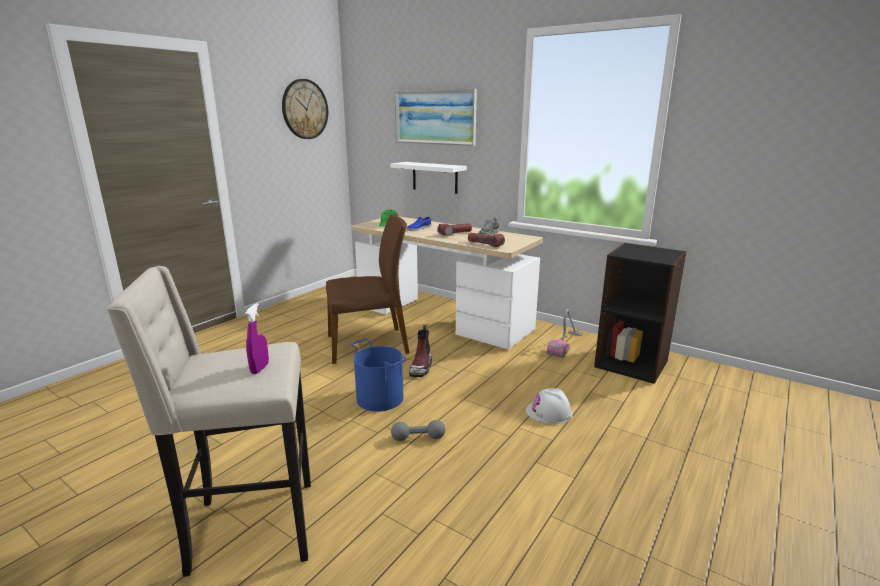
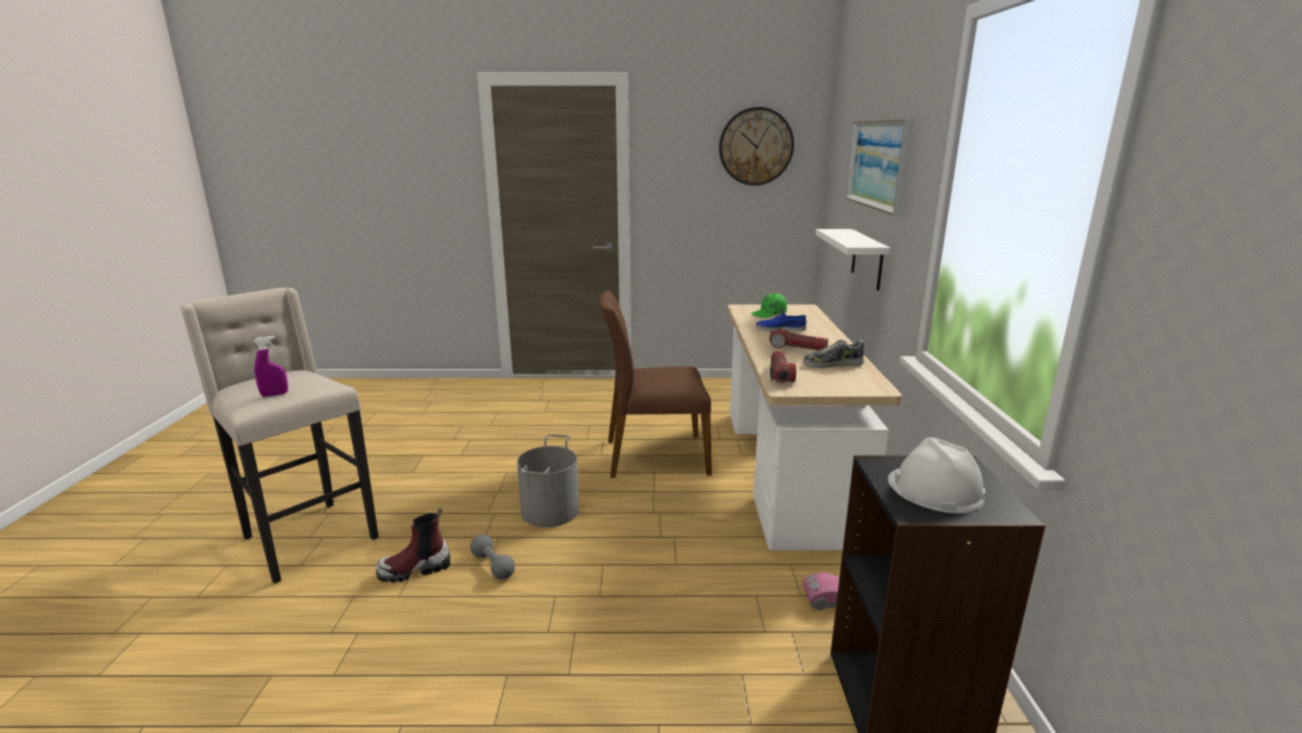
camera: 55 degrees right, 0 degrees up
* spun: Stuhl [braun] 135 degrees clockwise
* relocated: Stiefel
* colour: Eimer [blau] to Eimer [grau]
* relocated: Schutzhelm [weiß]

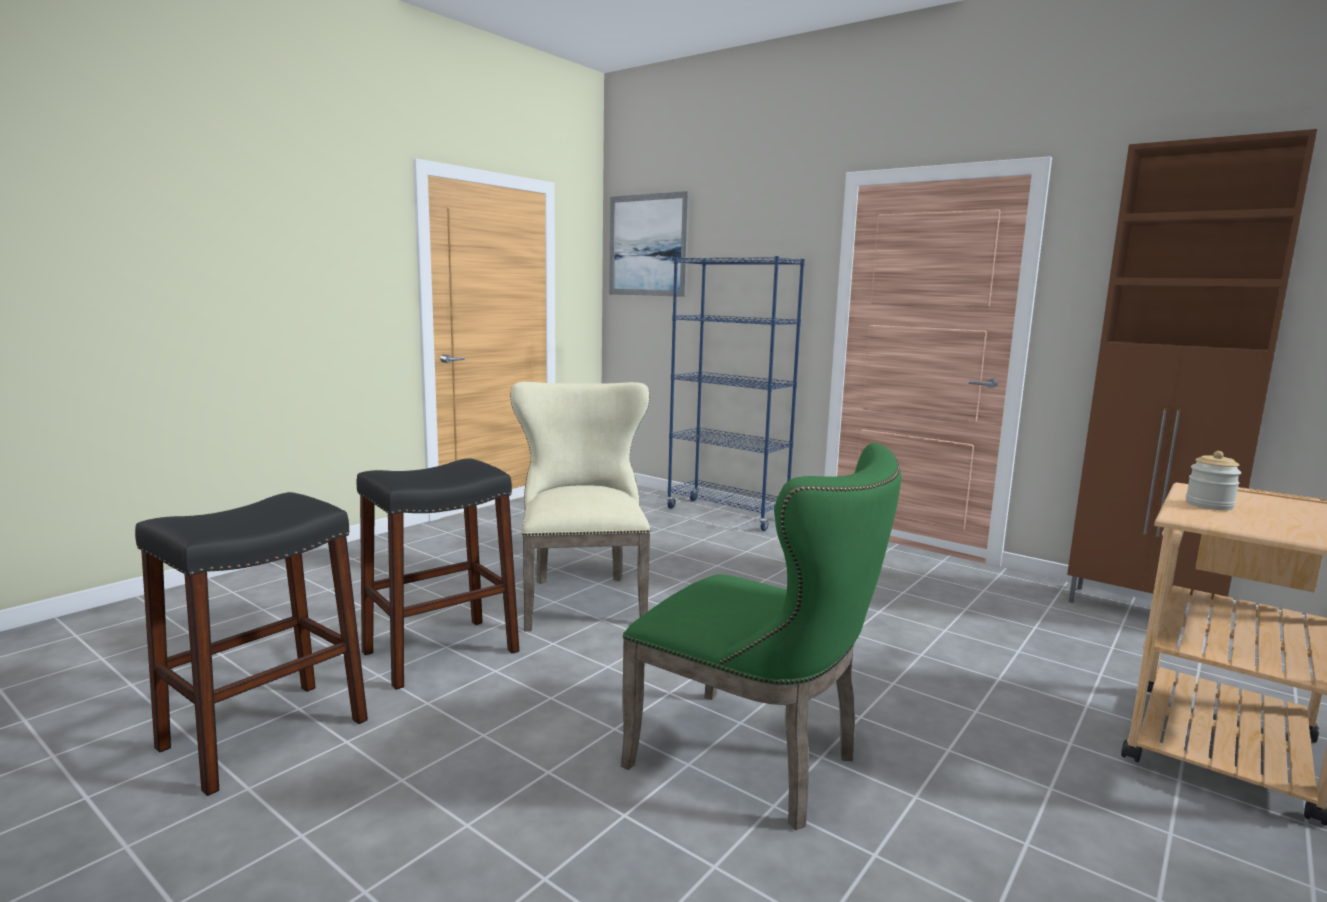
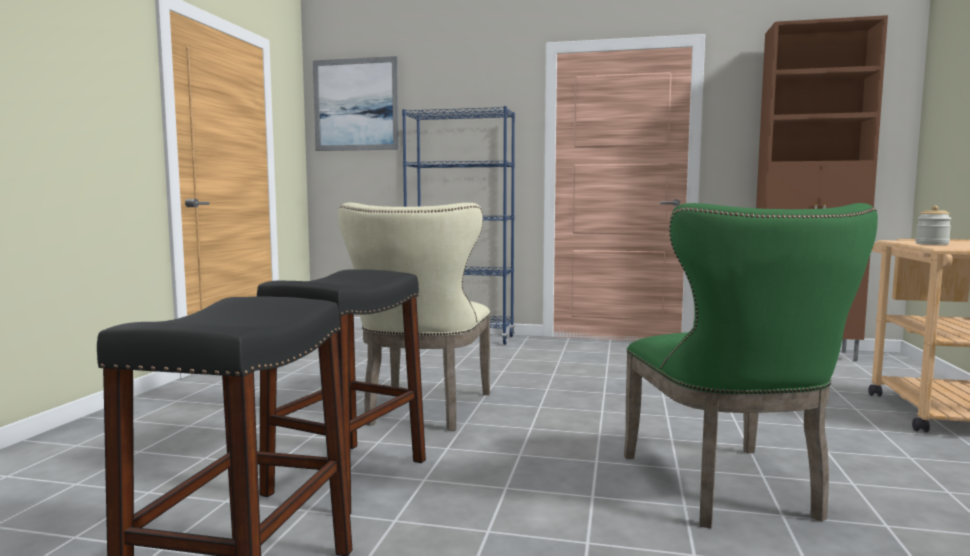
camera: 25 degrees left, 5 degrees down
* spun: Stuhl [beige] 135 degrees counterclockwise
* spun: Stuhl [grün] 75 degrees clockwise

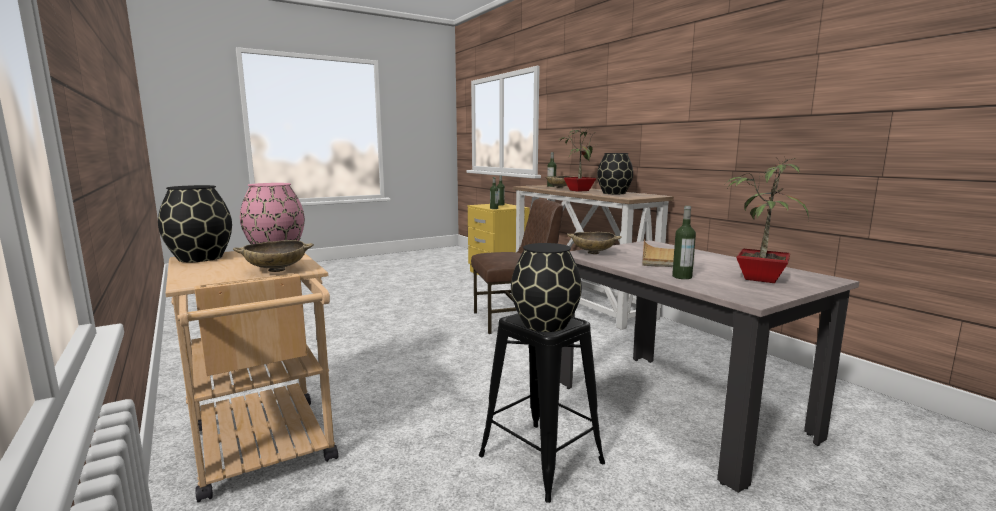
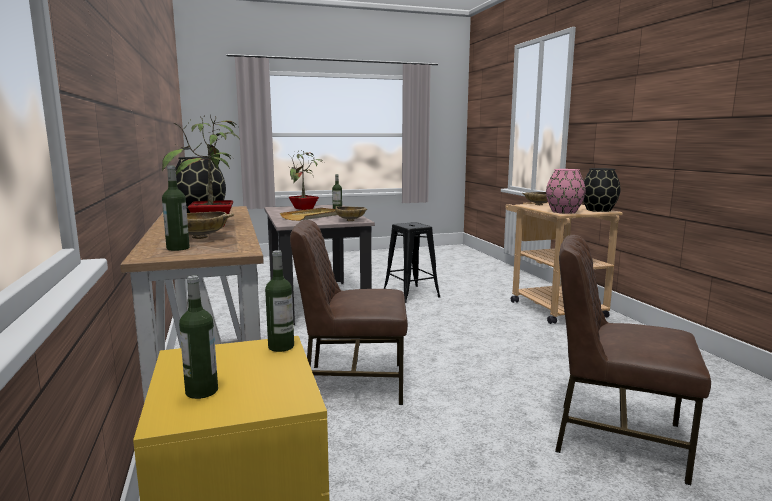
camera: 165 degrees left, 0 degrees up
* missing: Vase [schwarz] (no. 2 from left)
* appeared: Stuhl [braun] (no. 2 from left)

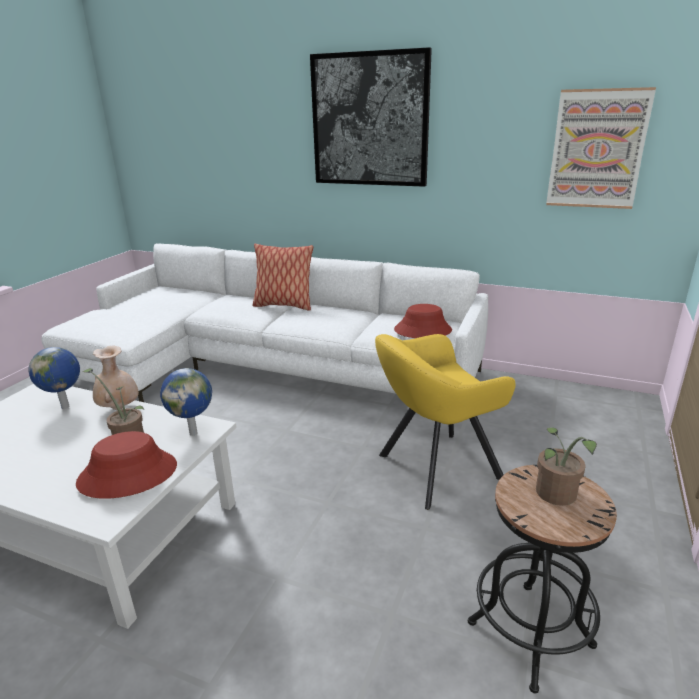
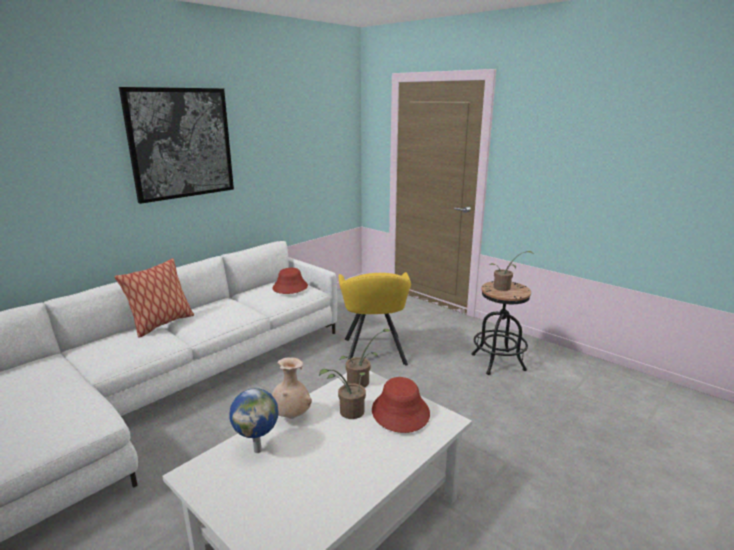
camera: 70 degrees left, 5 degrees down
* missing: Bild (no. 2 from left)
* exchanged: Globus (no. 2 from left) to Topfpflanze (no. 2 from left)

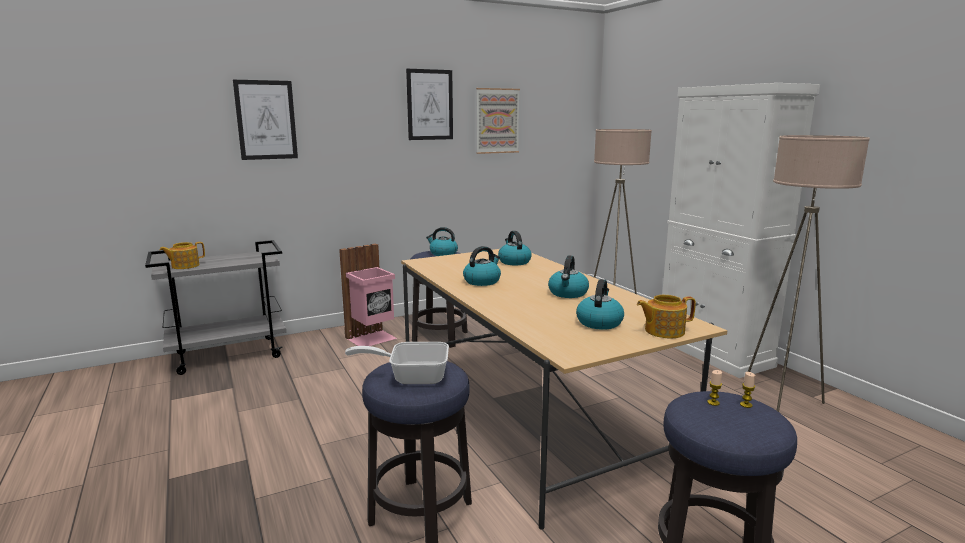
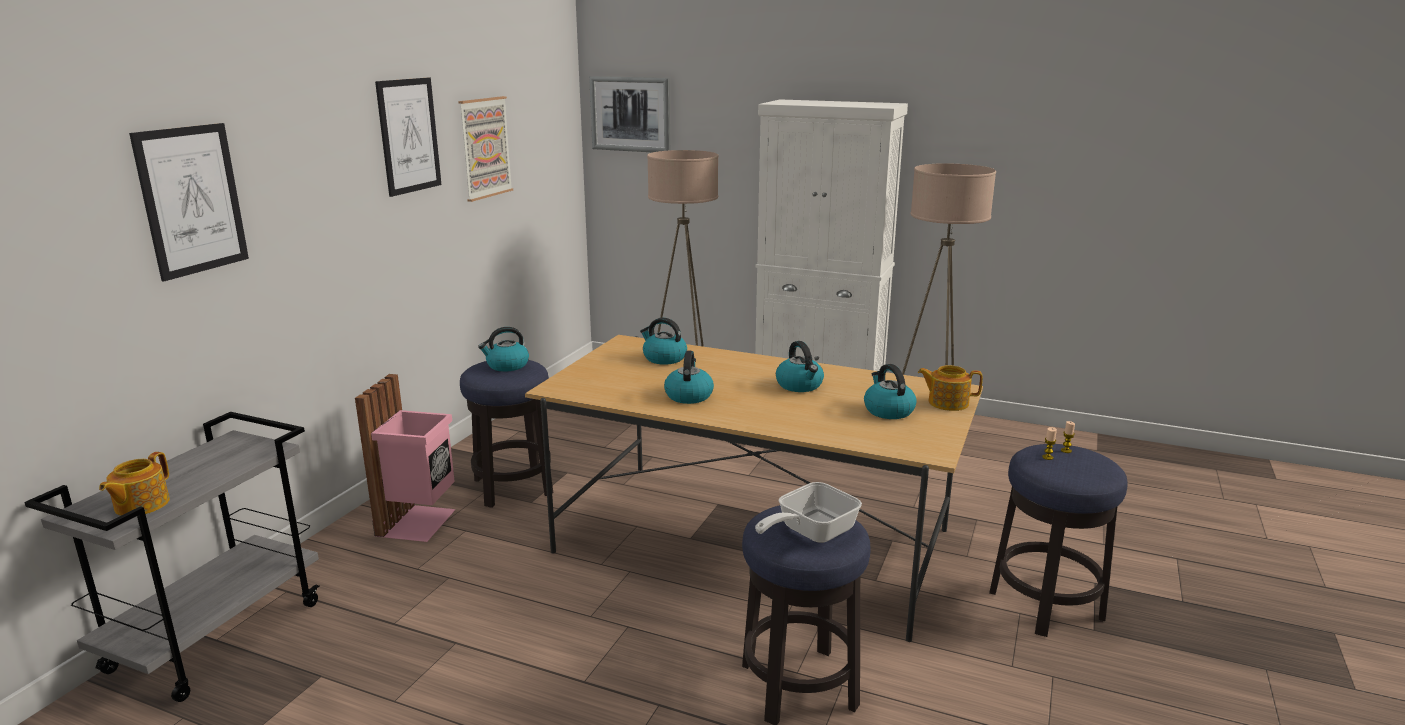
camera: 40 degrees left, 5 degrees up
* spun: Teekanne (no. 2 from left) 60 degrees clockwise
* appeared: Bild (no. 4 from left)

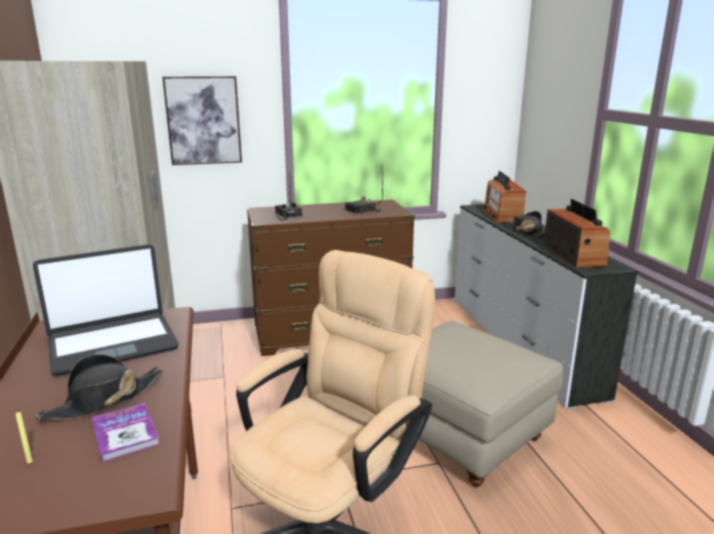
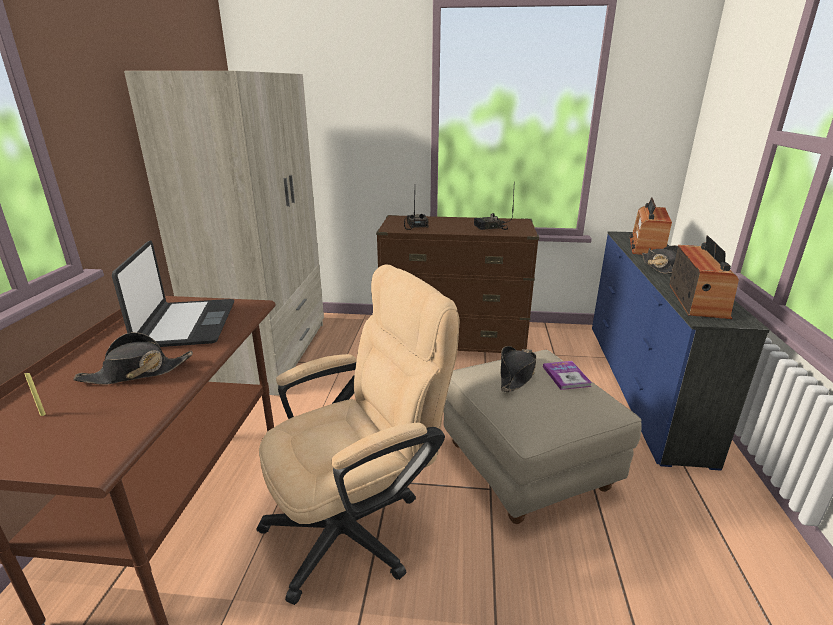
camera: 20 degrees right, 5 degrees up
* missing: Bild
* colour: Kommode [weiß] to Kommode [blau]
* spun: Laptop 90 degrees counterclockwise
* relocated: Buch
* appeared: Hut [schwarz] (no. 2 from left)

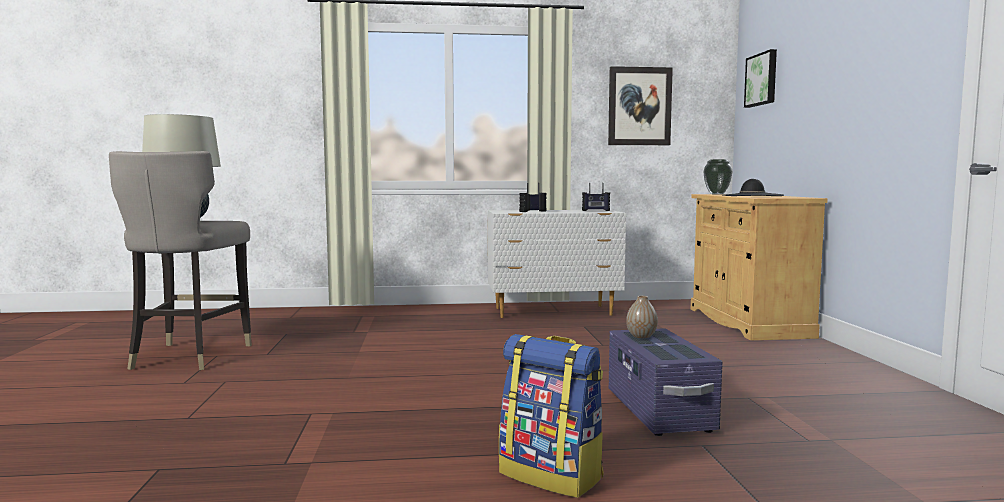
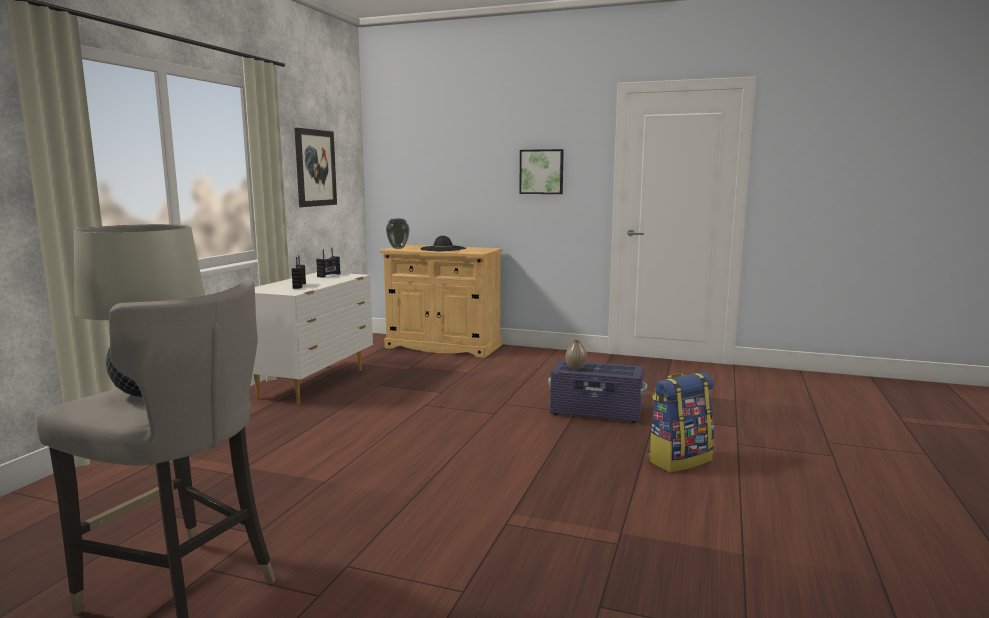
camera: 65 degrees left, 5 degrees up
* relocated: Bild (no. 2 from left)

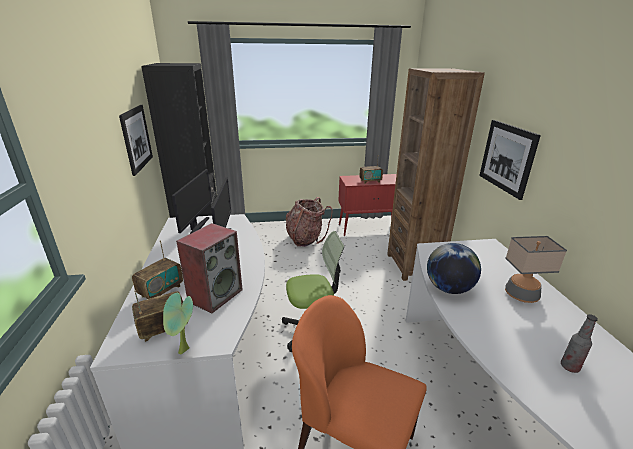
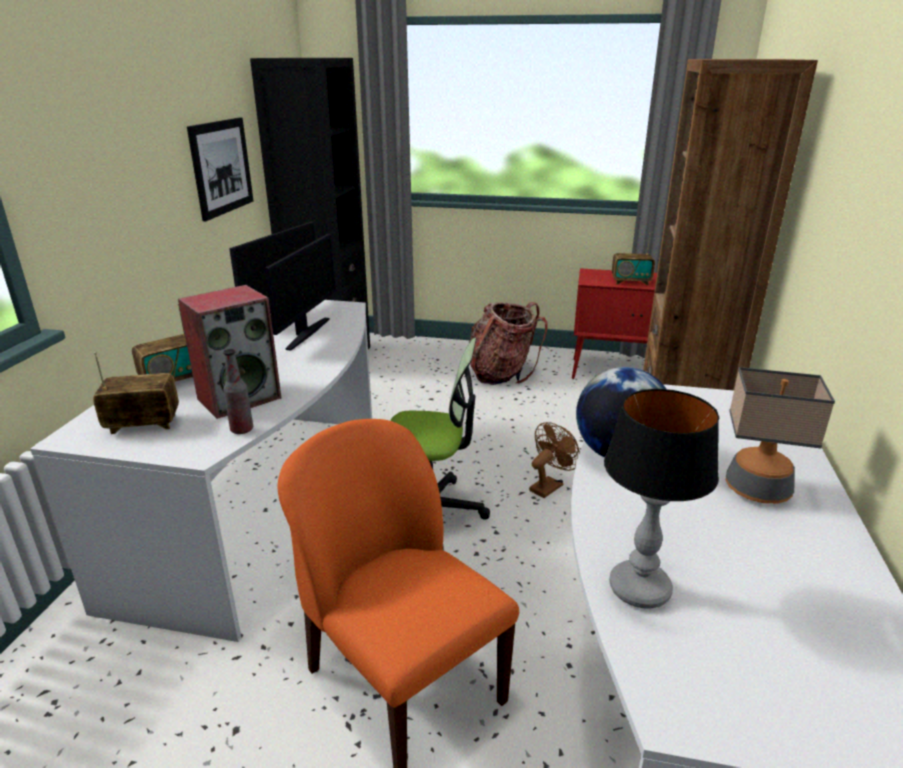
camera: 20 degrees right, 0 degrees up
* missing: Bild (no. 2 from left)
* missing: Topfpflanze
* relocated: Flasche
* appeared: Tischlampe (no. 1 from left)
* appeared: Ventilator [braun]

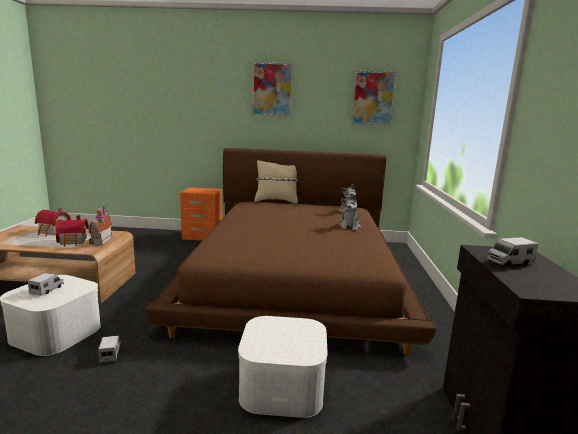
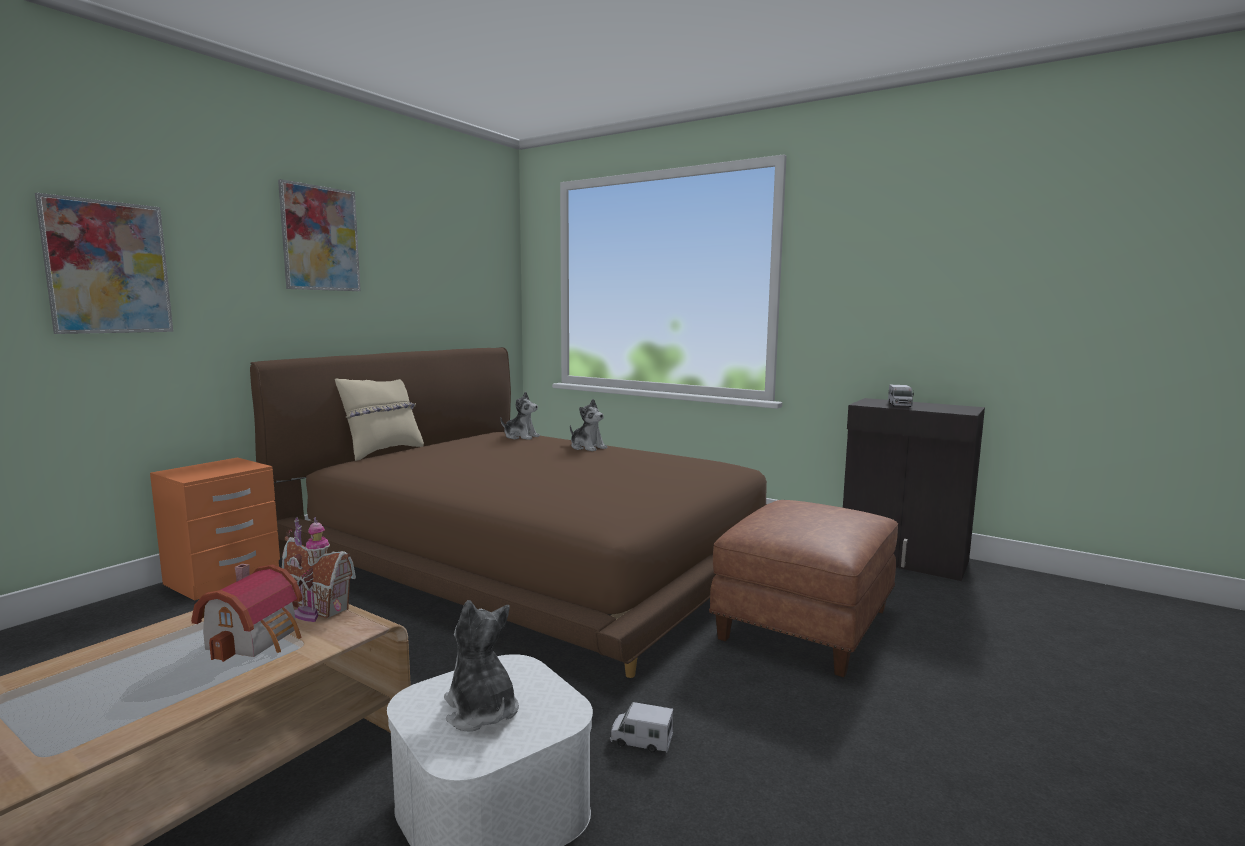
camera: 60 degrees left, 5 degrees down
* relocated: Bild (no. 2 from left in the first image) to Bild (no. 1 from left)
* missing: Spielzeughaus (no. 1 from left)
* exchanged: Spielzeuglaster (no. 1 from left) to Plüschtier (no. 1 from left)
* exchanged: Aufbewahrungsbox [weiß] (no. 2 from left) to Polsterhocker [braun]

